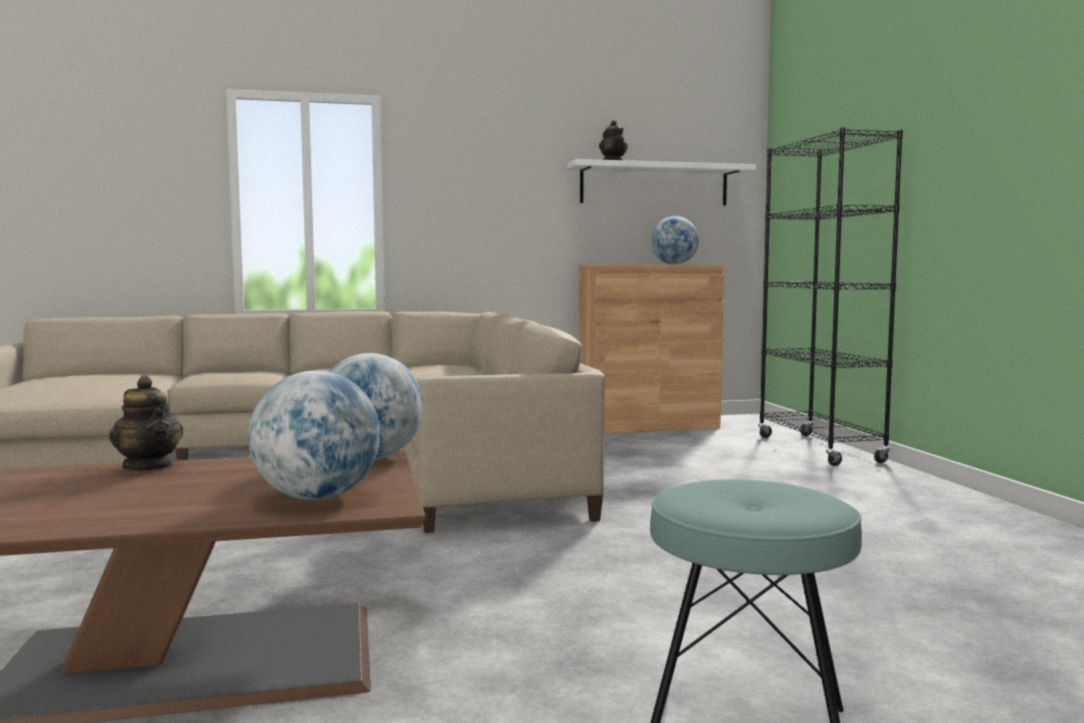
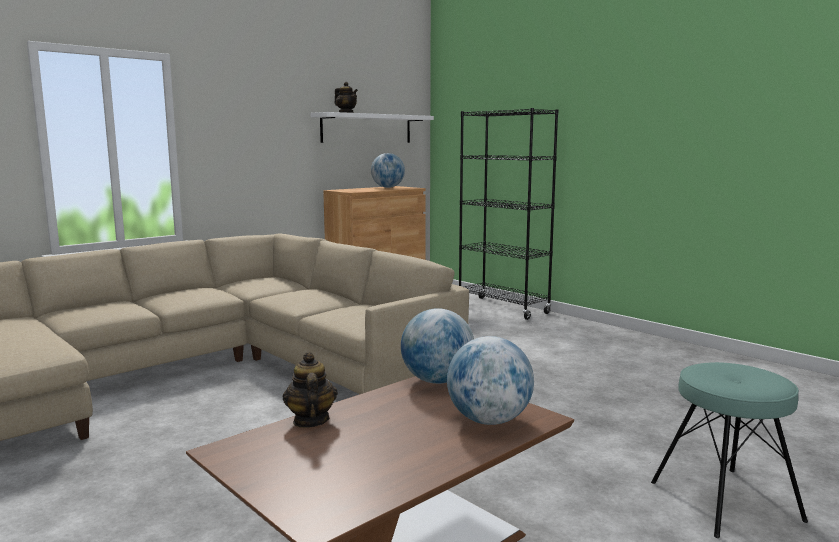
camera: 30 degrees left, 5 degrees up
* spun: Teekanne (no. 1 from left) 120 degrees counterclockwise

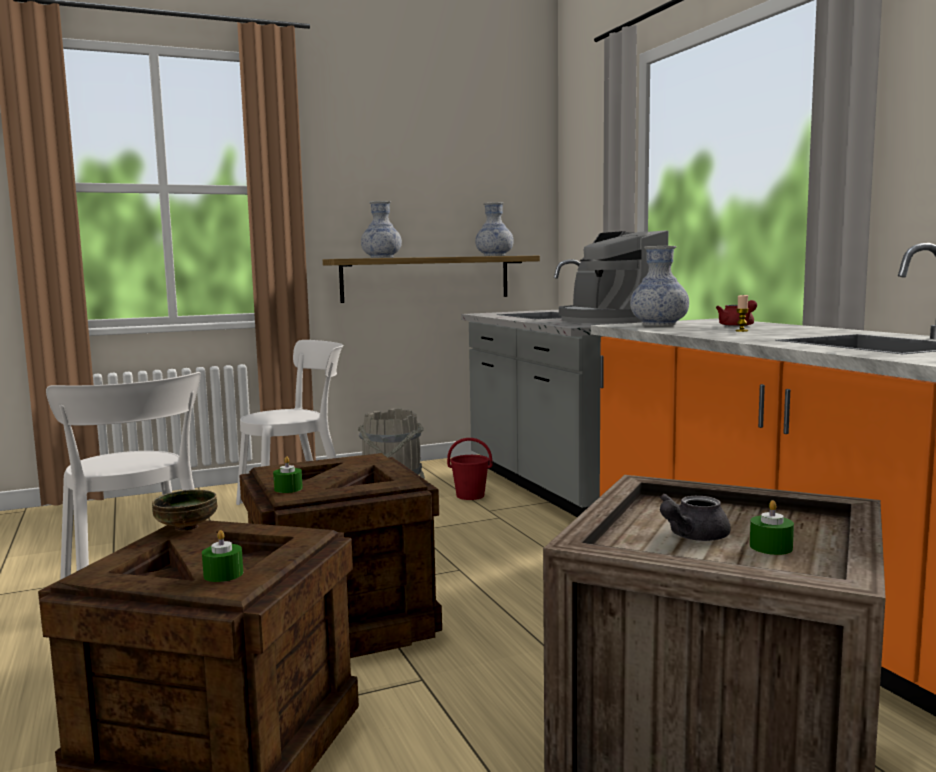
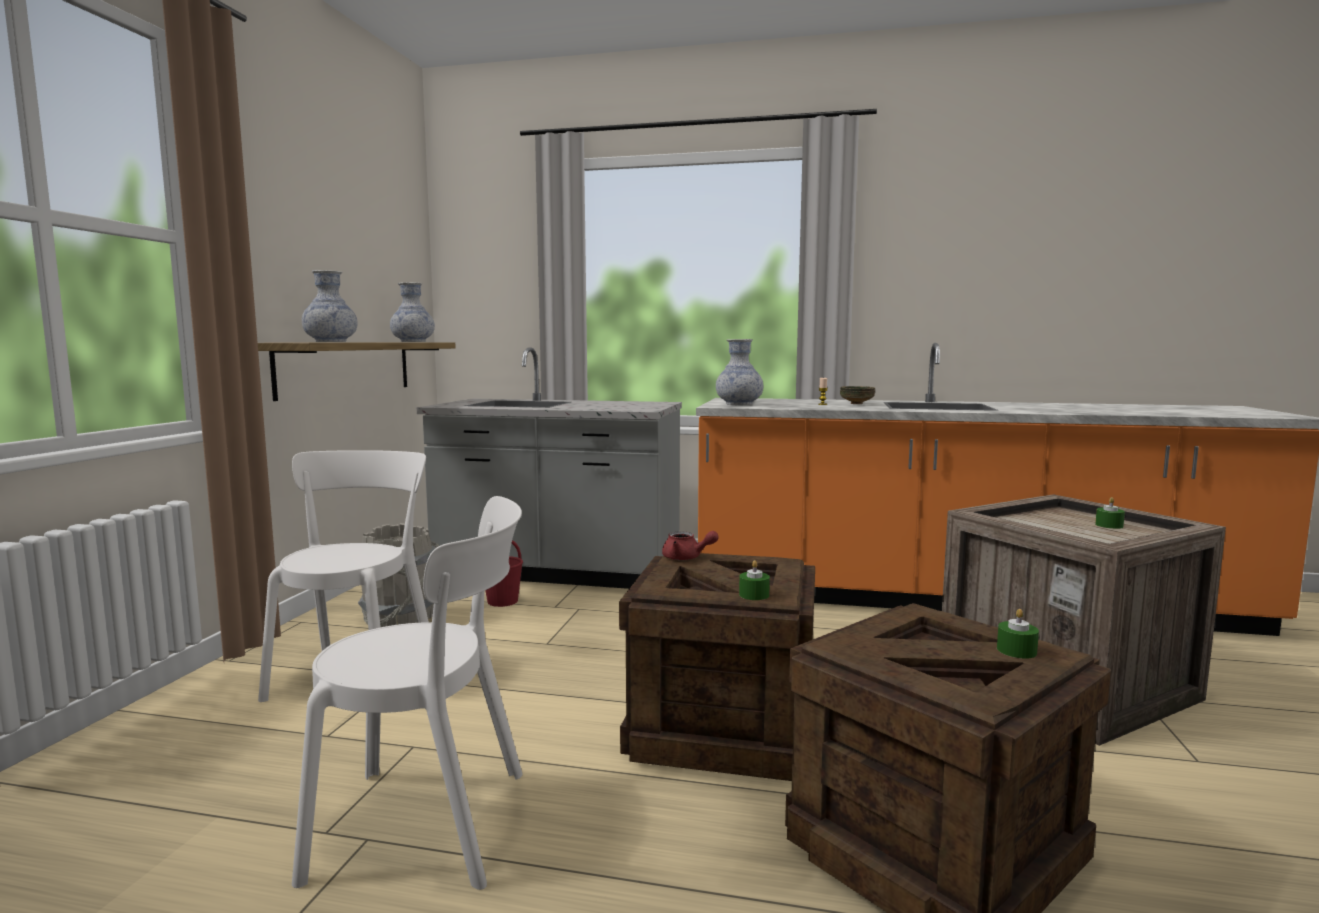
camera: 55 degrees left, 0 degrees up
* missing: Kaffeemaschine
* relocated: Teekanne [rot]
* relocated: Schüssel
* missing: Teekanne [grau]

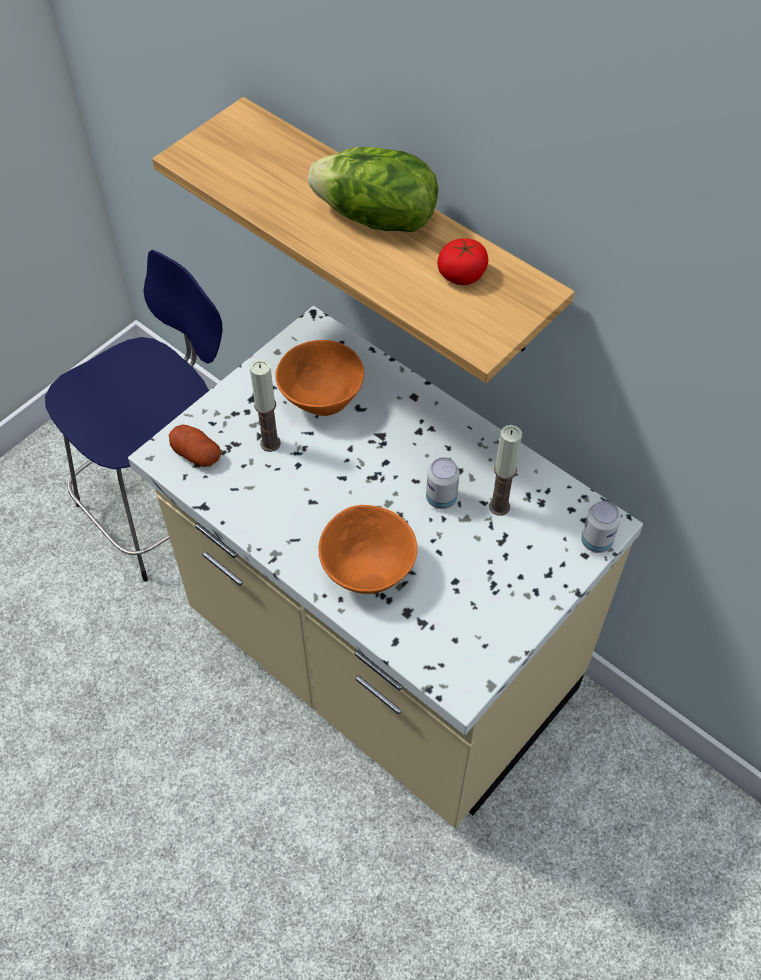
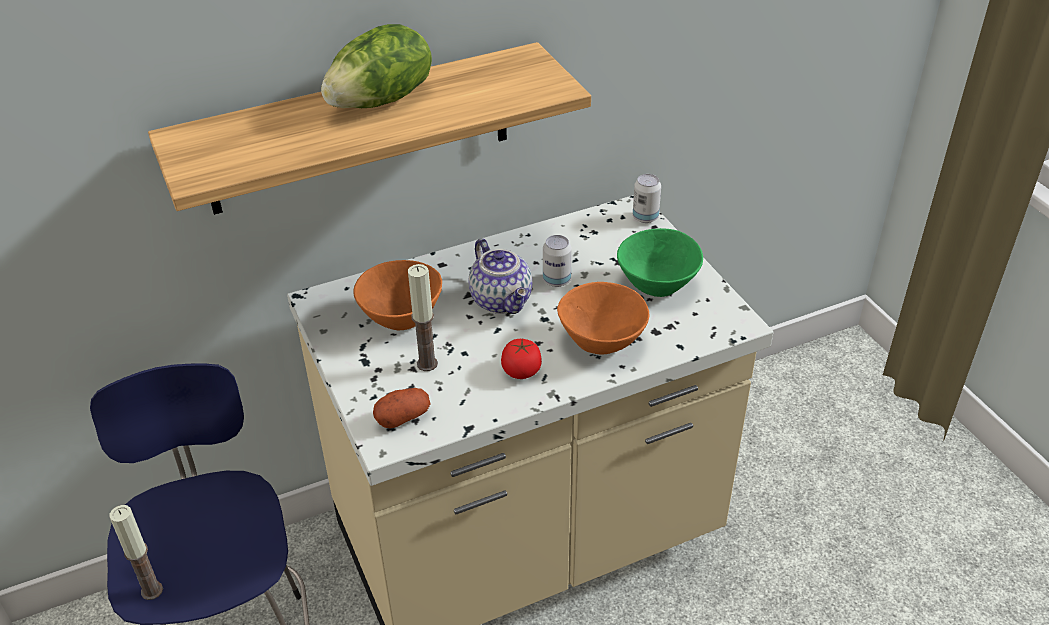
camera: 65 degrees left, 15 degrees down
* relocated: Tomate
* relocated: Kerze (no. 2 from left in the first image) to Kerze (no. 1 from left)
* appeared: Schüssel [grün]
* appeared: Teekanne

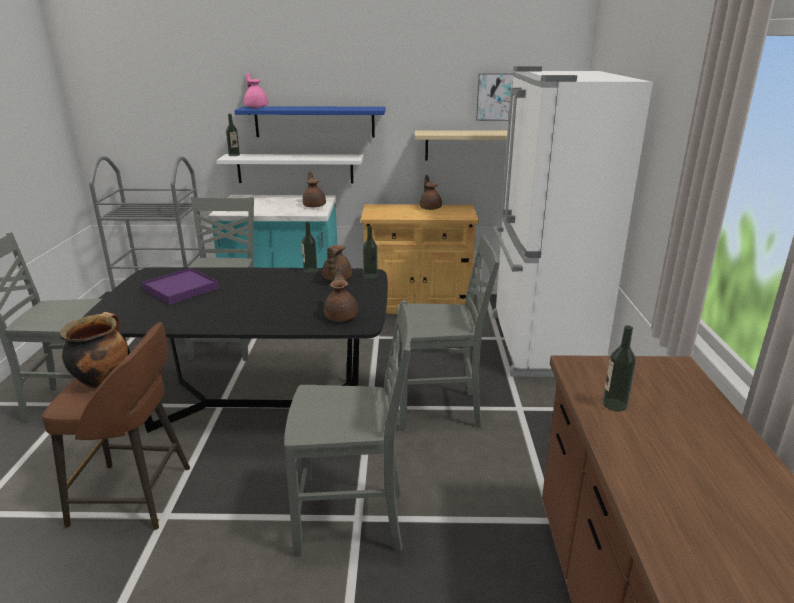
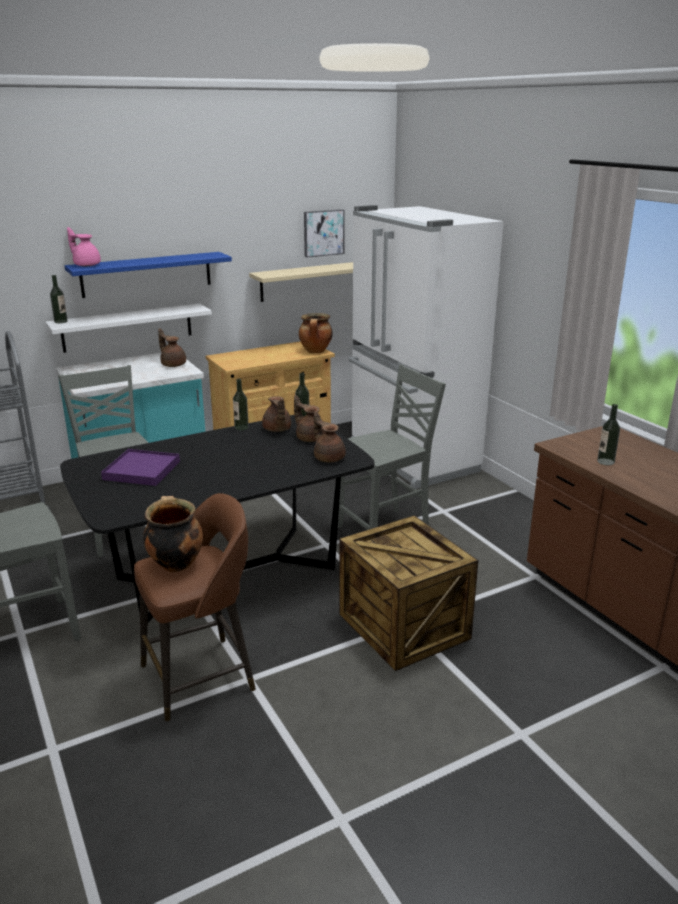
camera: 30 degrees left, 0 degrees up
* relocated: Teekanne [braun] (no. 4 from left in the first image) to Teekanne [braun] (no. 3 from left)
* exchanged: Stuhl [grau] (no. 3 from left) to Kiste
* appeared: Kochtopf (no. 2 from left)

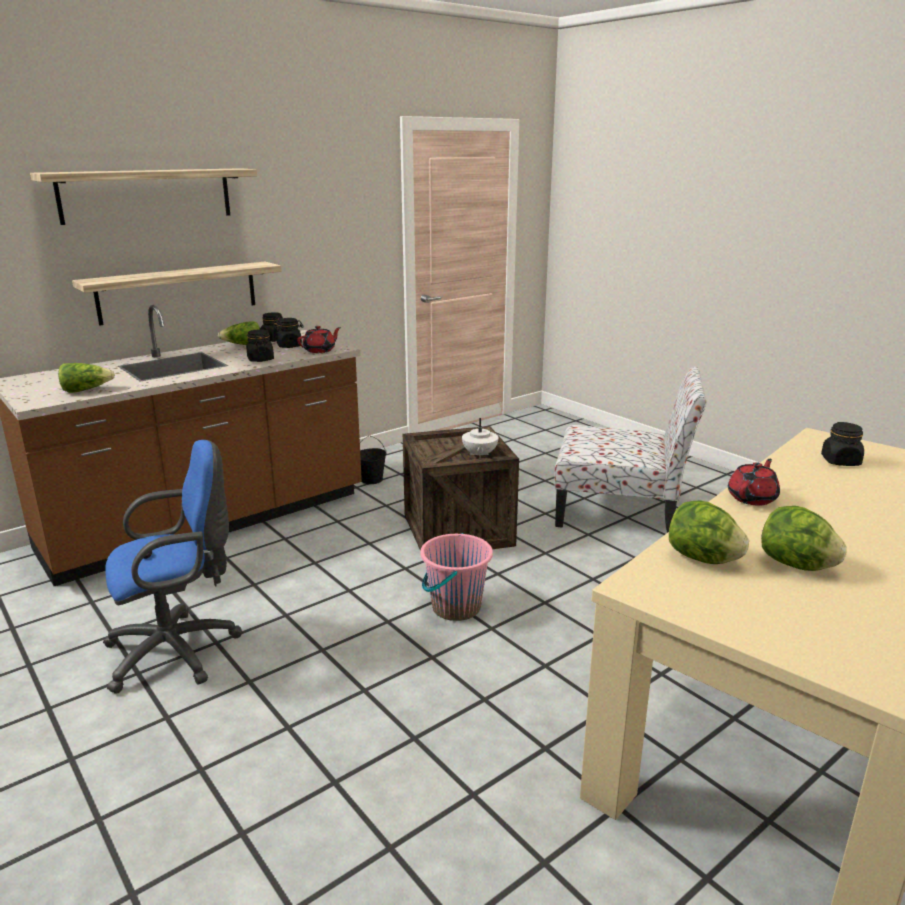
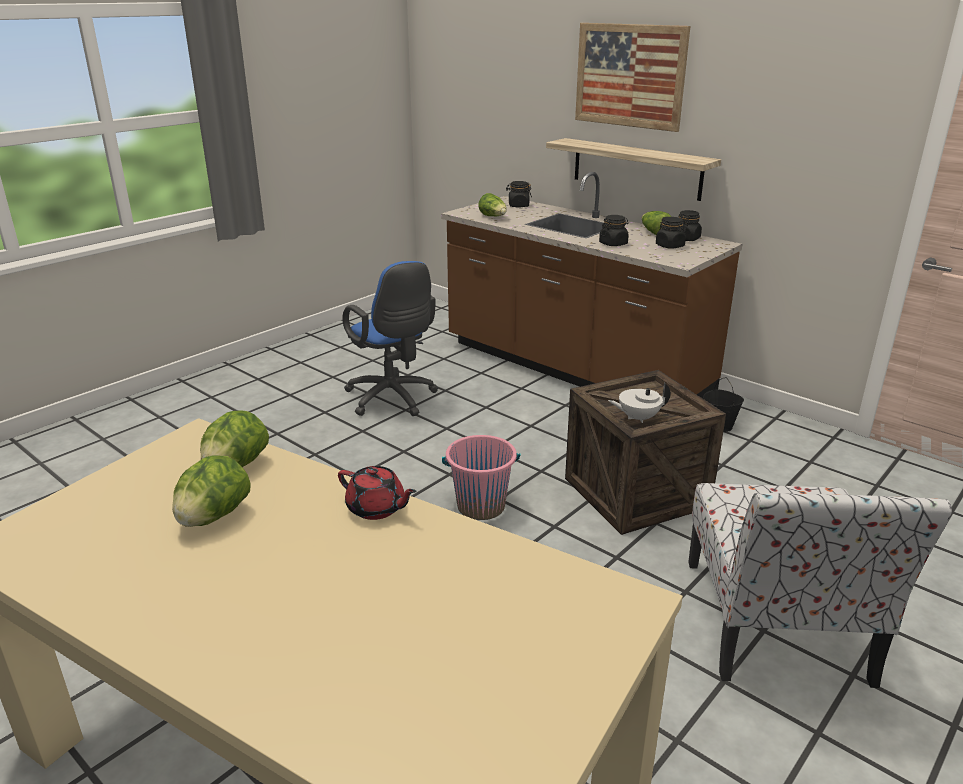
camera: 80 degrees right, 5 degrees up
* exchanged: Wandregal (no. 1 from left) to Bild
* missing: Teekanne [rot] (no. 1 from left)
* relocated: Vorratsglas [schwarz] (no. 4 from left in the first image) to Vorratsglas [schwarz] (no. 1 from left)

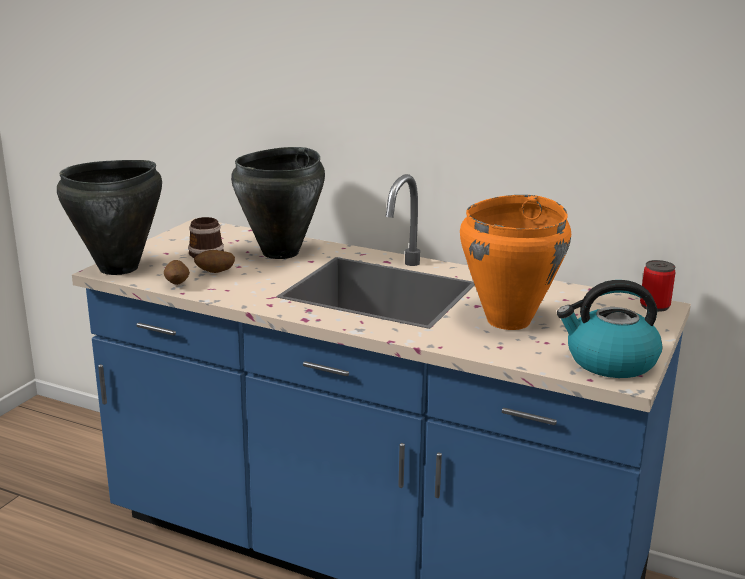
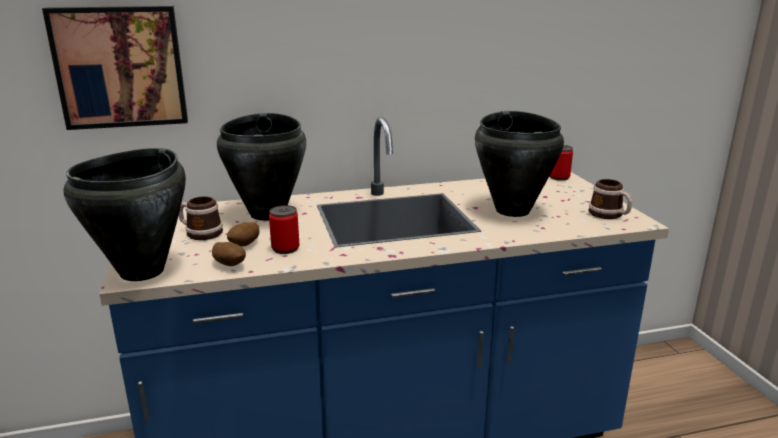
camera: 40 degrees left, 0 degrees up
* colour: Kochtopf [orange] to Kochtopf [schwarz] (no. 3 from left)
* exchanged: Wasserkessel to Henkelbecher (no. 2 from left)
* appeared: Bild
* appeared: Dose (no. 1 from left)

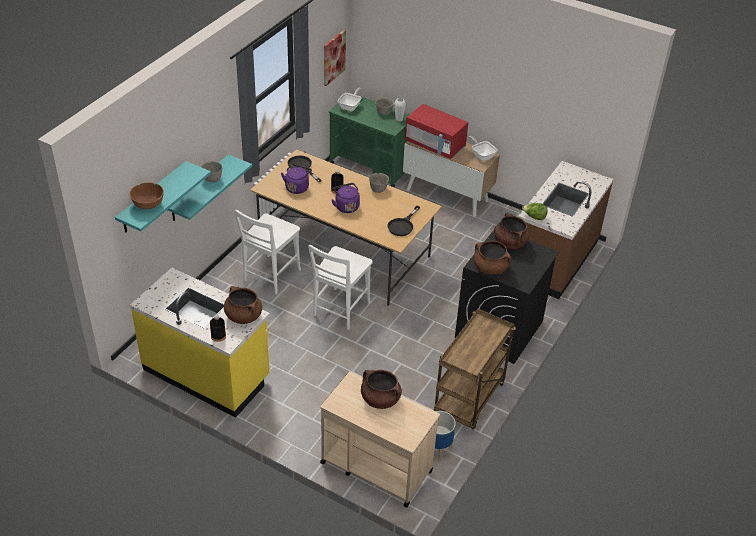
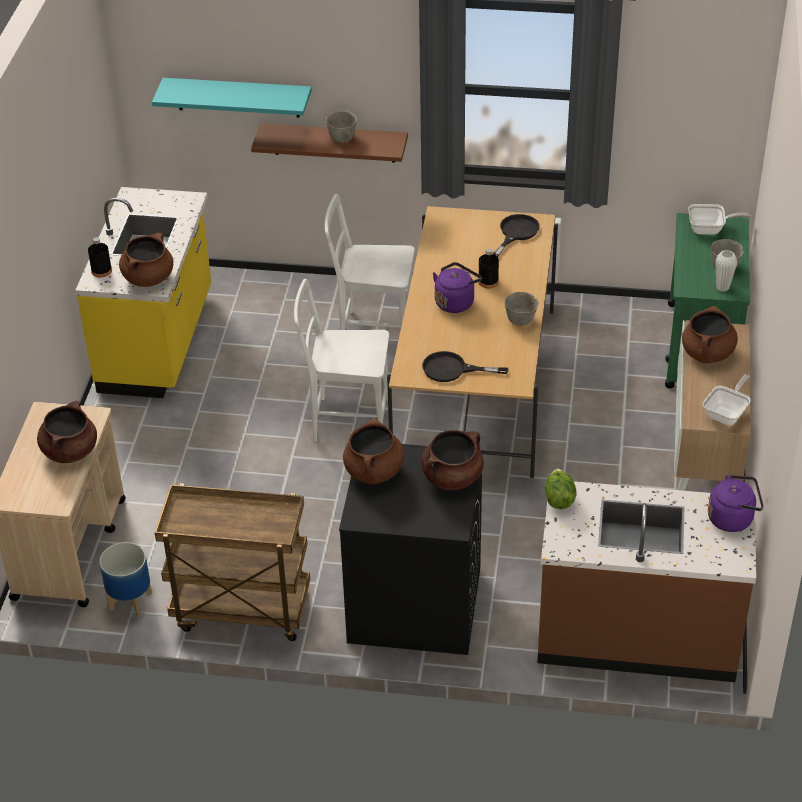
camera: 70 degrees right, 0 degrees up
* missing: Bild
* exchanged: Mikrowelle [rot] to Kochtopf [braun] (no. 5 from left)
* colour: Wandregal [türkis] (no. 2 from left) to Wandregal [braun]
* relocated: Wasserkessel [lila] (no. 1 from left in the first image) to Wasserkessel [lila] (no. 2 from left)
* missing: Schüssel [braun]

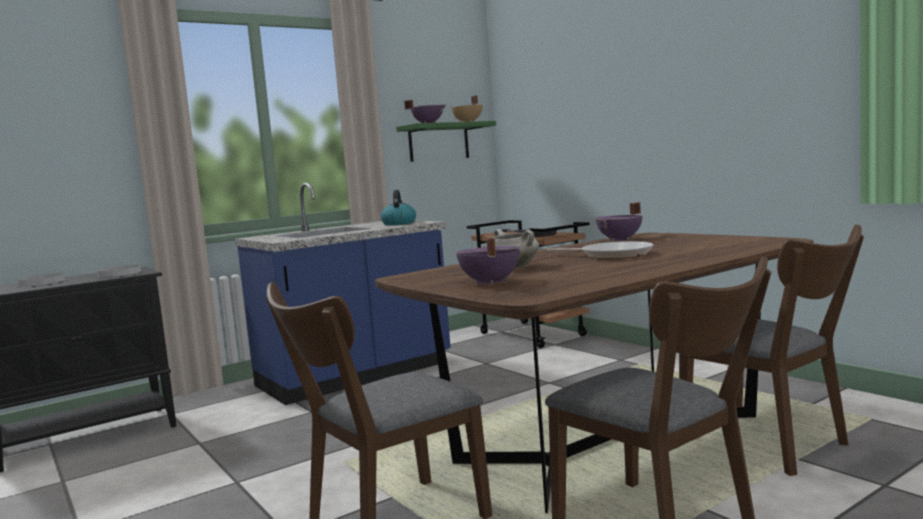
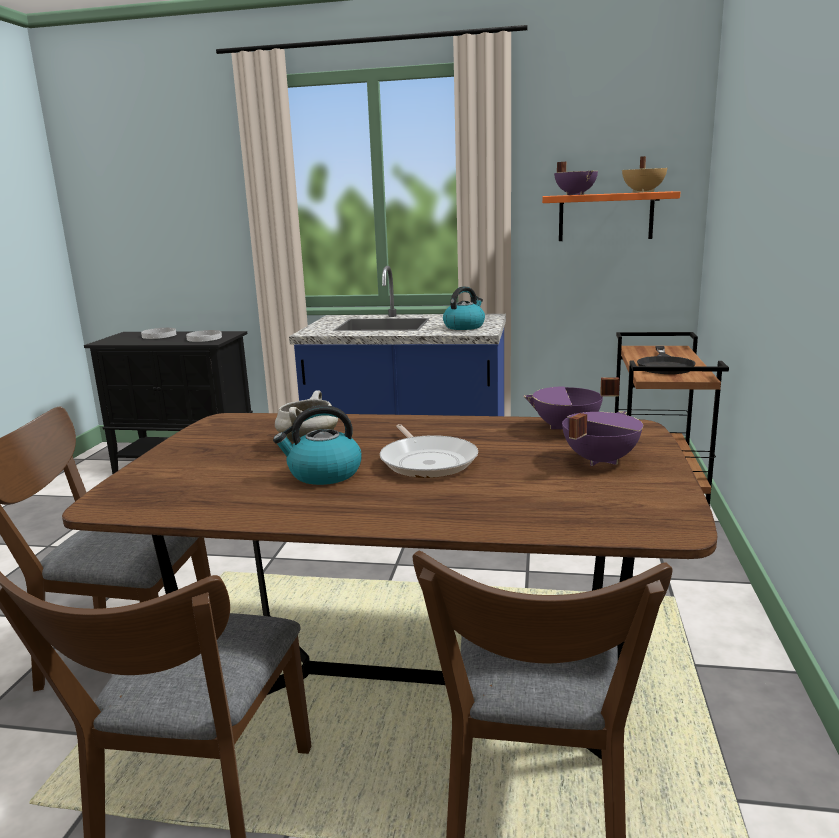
camera: 45 degrees right, 10 degrees up
* colour: Wandregal [grün] to Wandregal [orange]
* relocated: Kochtopf [lila] (no. 2 from left in the first image) to Kochtopf [lila] (no. 3 from left)
* appeared: Wasserkessel (no. 1 from left)

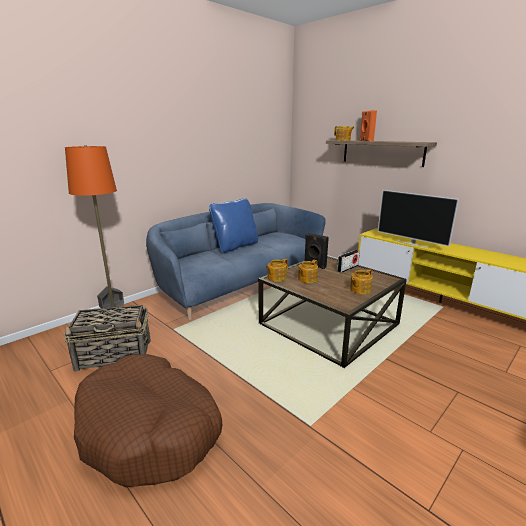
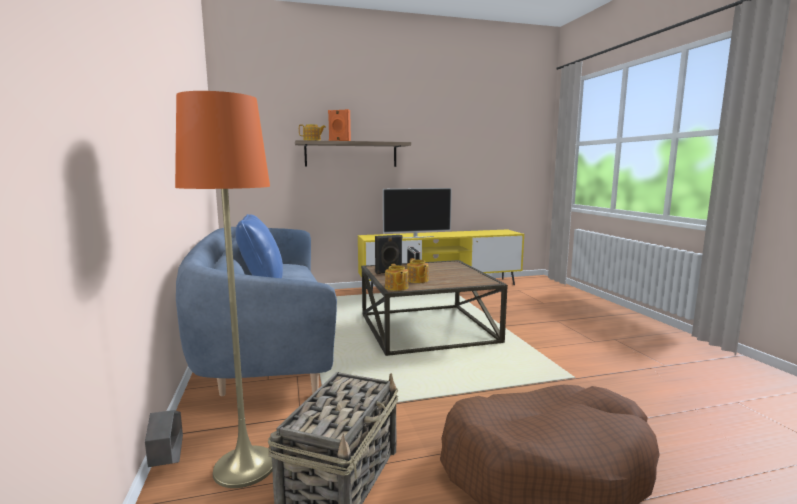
camera: 60 degrees left, 10 degrees down
* missing: Teekanne (no. 4 from left)

